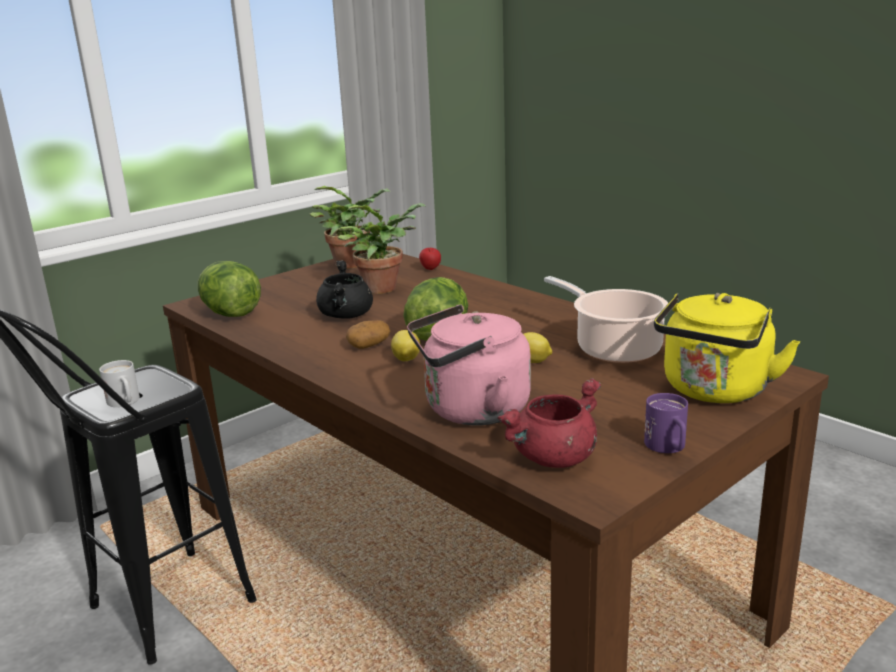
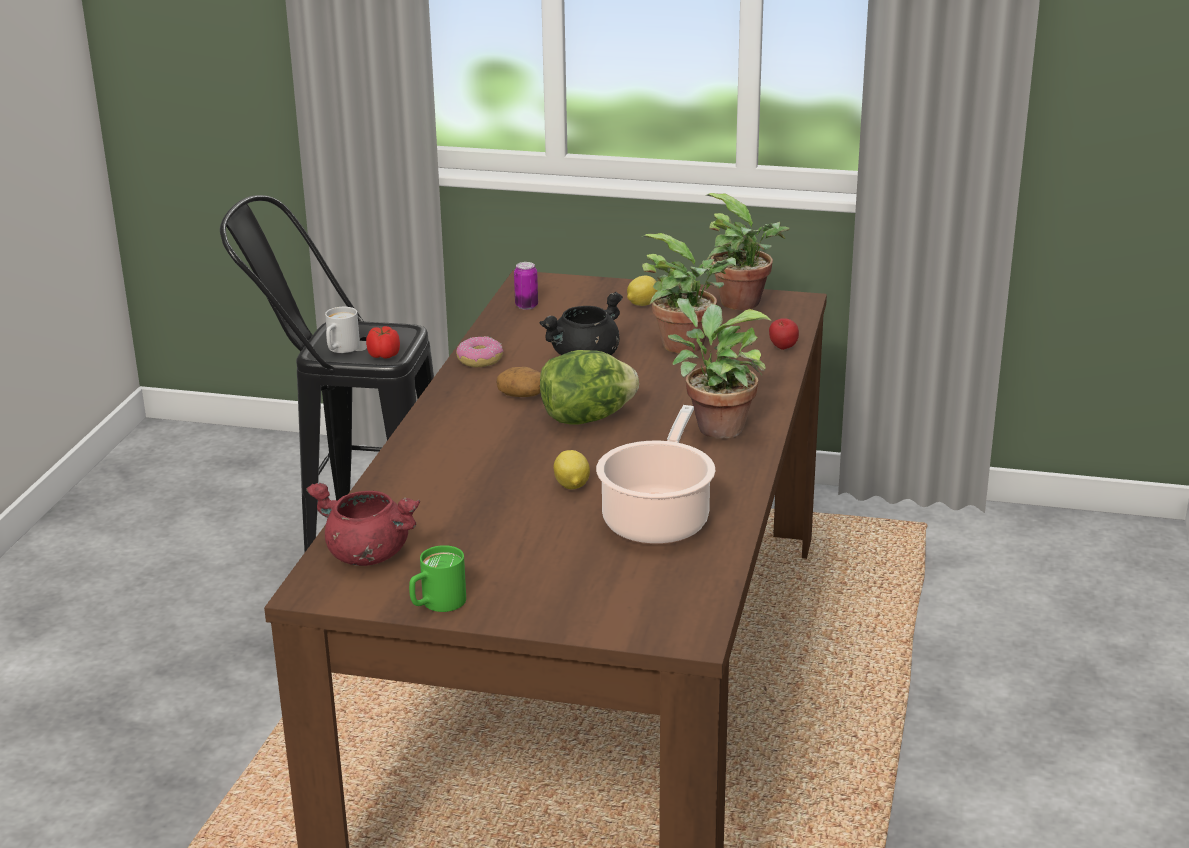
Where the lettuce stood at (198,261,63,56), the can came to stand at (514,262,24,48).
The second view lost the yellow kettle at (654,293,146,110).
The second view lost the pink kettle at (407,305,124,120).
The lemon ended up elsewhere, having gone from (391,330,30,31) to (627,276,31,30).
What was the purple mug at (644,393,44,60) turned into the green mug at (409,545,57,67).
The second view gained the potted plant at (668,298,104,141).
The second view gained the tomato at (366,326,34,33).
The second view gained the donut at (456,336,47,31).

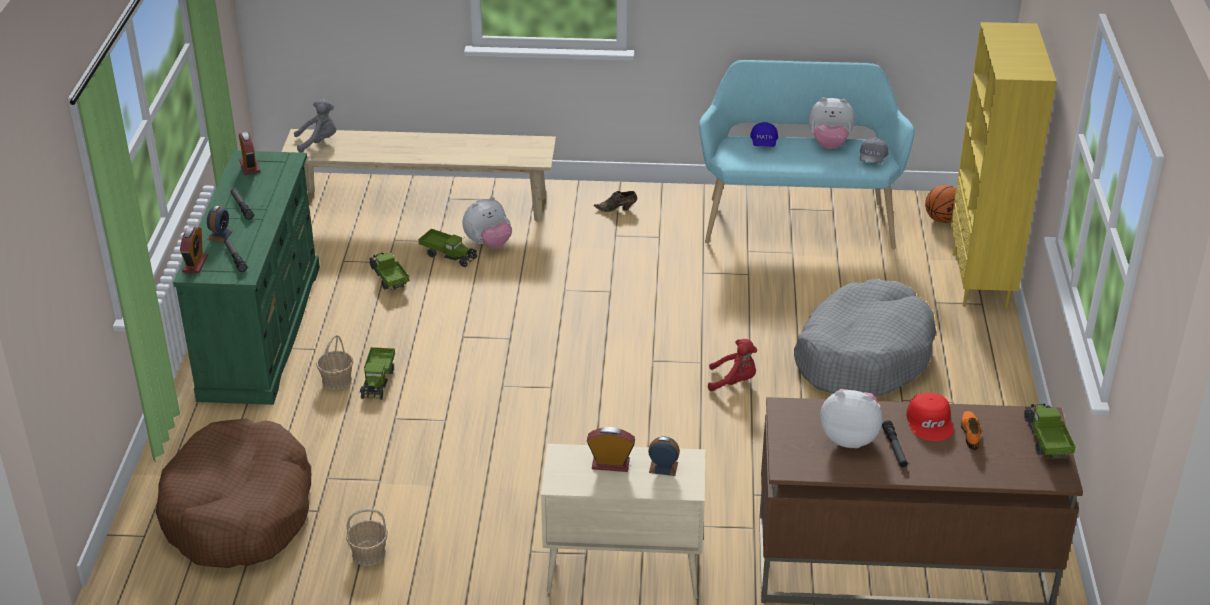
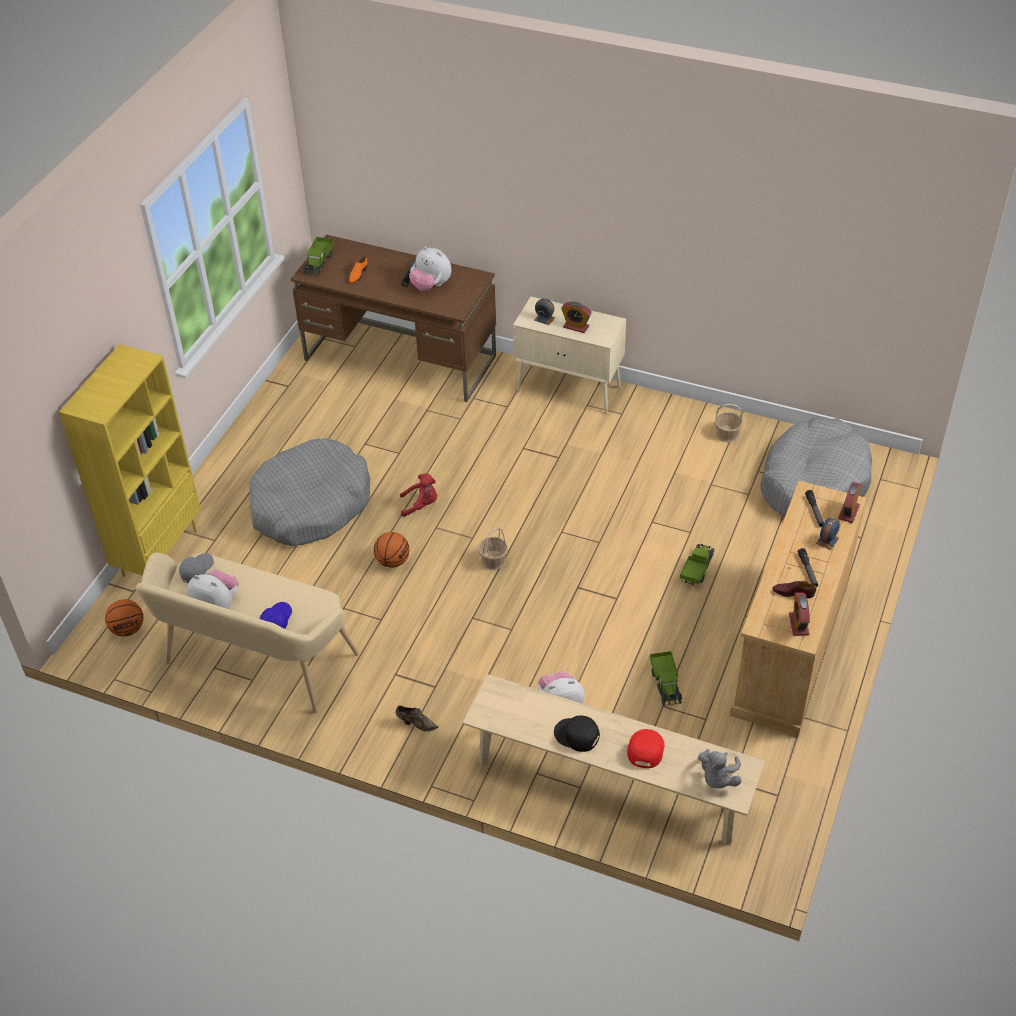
What was the turquoise bench at (699,60,215,189) turned into the beige bench at (135,553,224,160).
The grey plush toy at (294,99,42,54) ended up facing another way, 75 degrees counterclockwise from before.
What was the green dresser at (173,151,147,254) turned into the beige dresser at (730,481,137,255).
The second view lost the toy truck at (419,229,59,38).
The basket ended up elsewhere, having gone from (316,335,37,55) to (478,527,30,43).
The red plush toy at (708,339,49,52) ended up facing another way, 150 degrees clockwise from before.
The red cap ended up elsewhere, having gone from (907,393,47,48) to (627,729,38,39).
What was the brown dog bed at (156,419,155,149) turned into the grey dog bed at (760,417,112,100).
The second view gained the basketball at (374,532,35,36).
The second view gained the brown shoe at (772,581,44,17).
The second view gained the black cap at (554,716,46,36).

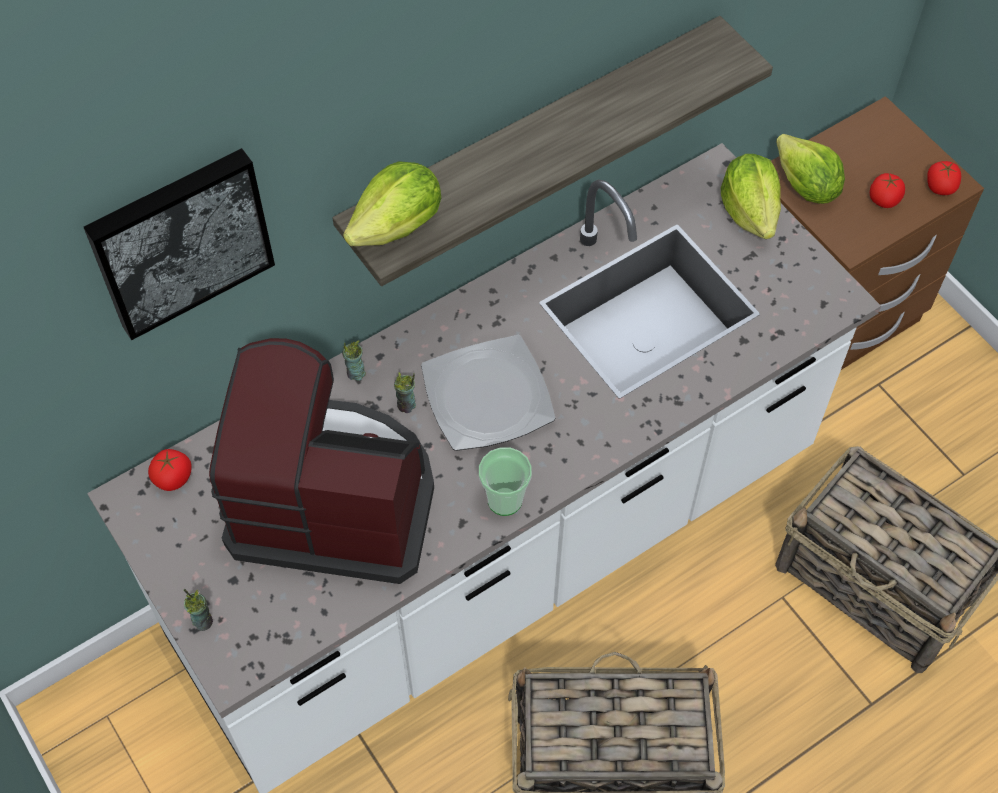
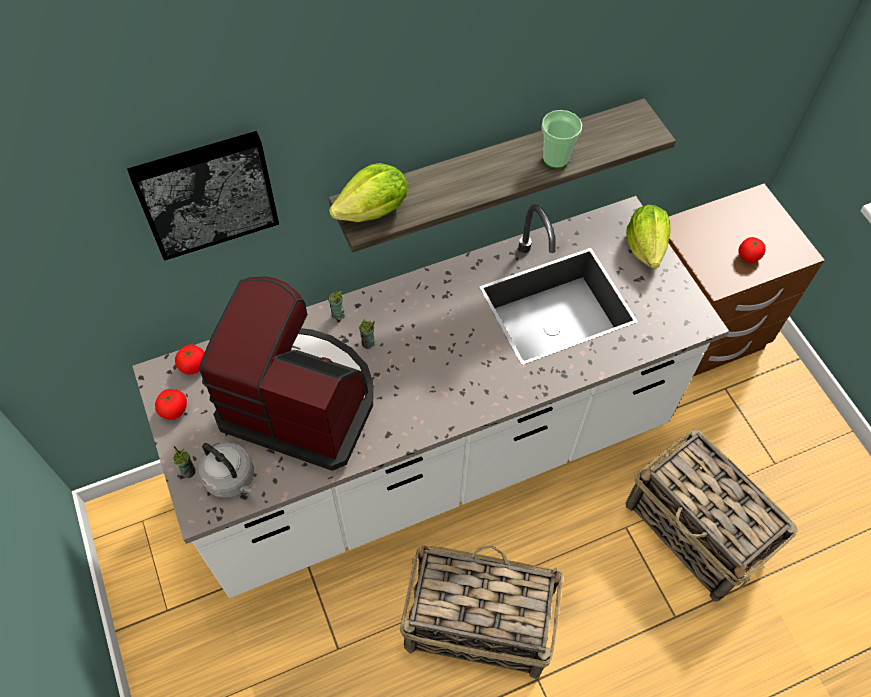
The second view lost the lettuce at (776,134,69,70).
The tomato ended up elsewhere, having gone from (927,161,34,34) to (155,389,32,31).
The second view lost the plate at (421,335,135,116).
The cup ended up elsewhere, having gone from (479,447,53,69) to (542,110,40,59).
The second view gained the grey kettle at (198,442,56,56).

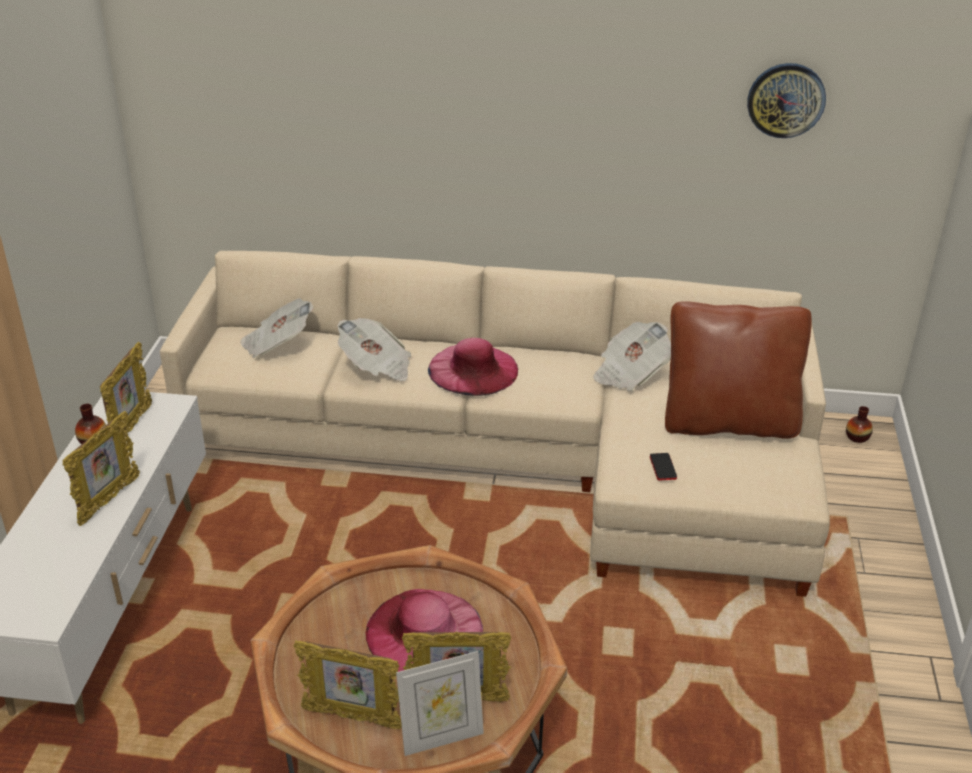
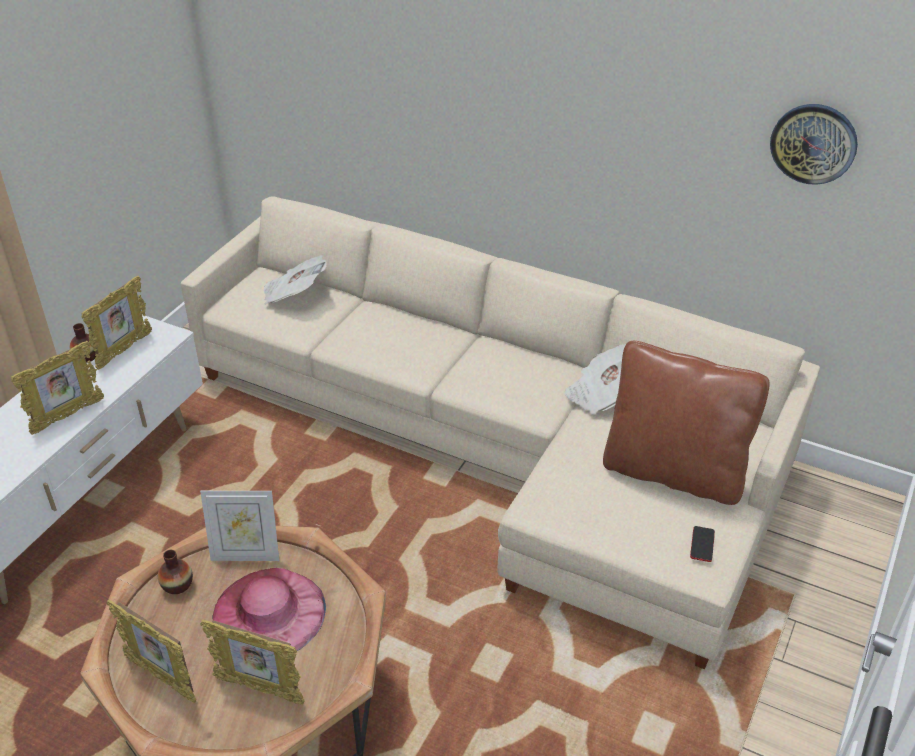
The second view lost the newspaper at (338,318,73,63).
The second view lost the pink hat at (428,338,90,58).
The vase ended up elsewhere, having gone from (846,406,27,37) to (158,550,35,44).
The phone ended up elsewhere, having gone from (650,453,27,28) to (690,526,25,36).
The picture frame ended up elsewhere, having gone from (396,651,88,105) to (200,491,79,70).

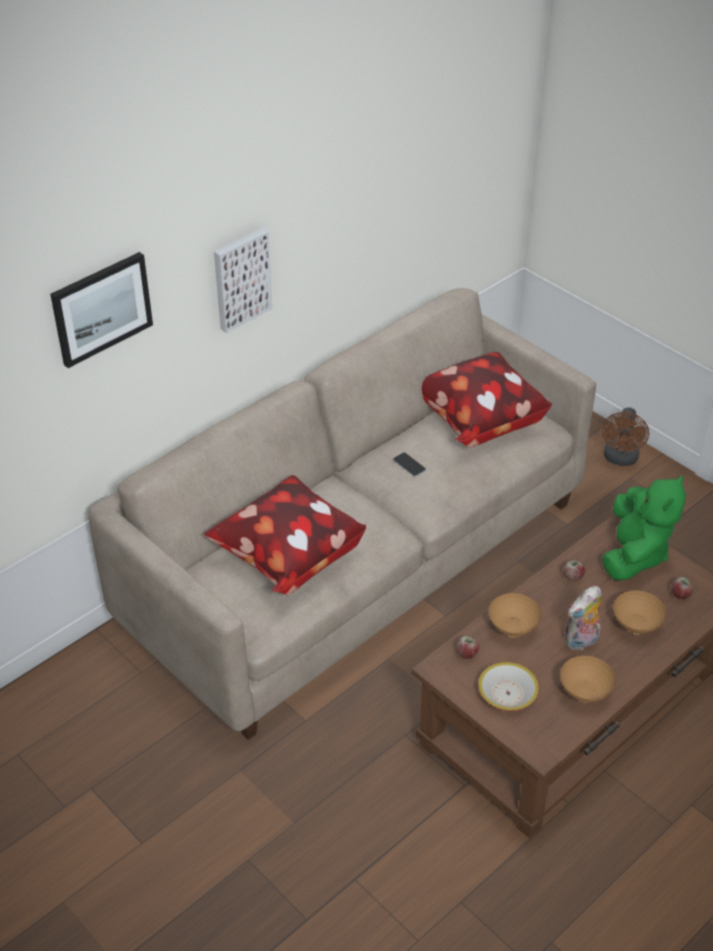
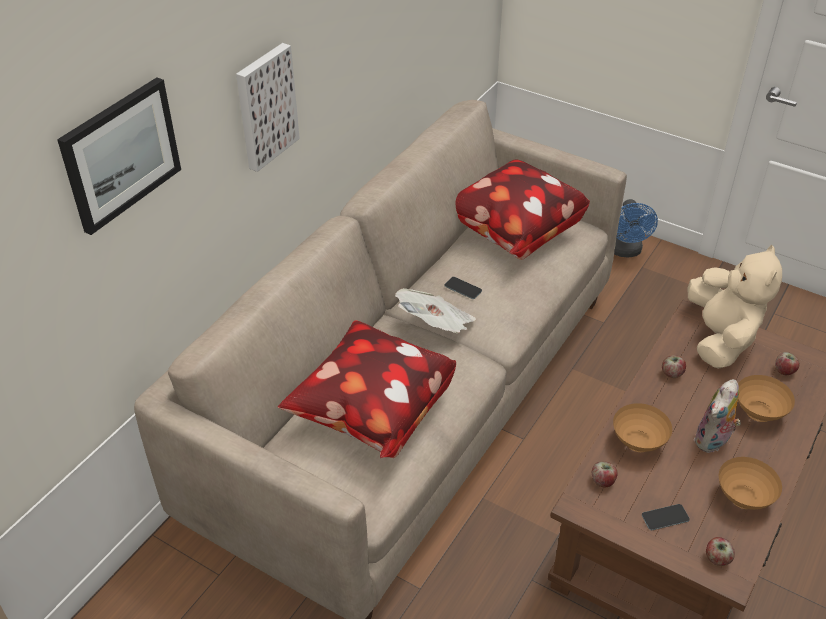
What was the brown fan at (601,407,48,59) turned into the blue fan at (614,199,44,58).
What was the green plush toy at (602,474,84,106) turned into the beige plush toy at (688,245,94,124).
Where the bowl stood at (478,662,61,49), the phone came to stand at (642,504,48,26).
The second view gained the newspaper at (395,288,81,45).
The second view gained the apple at (706,537,29,29).

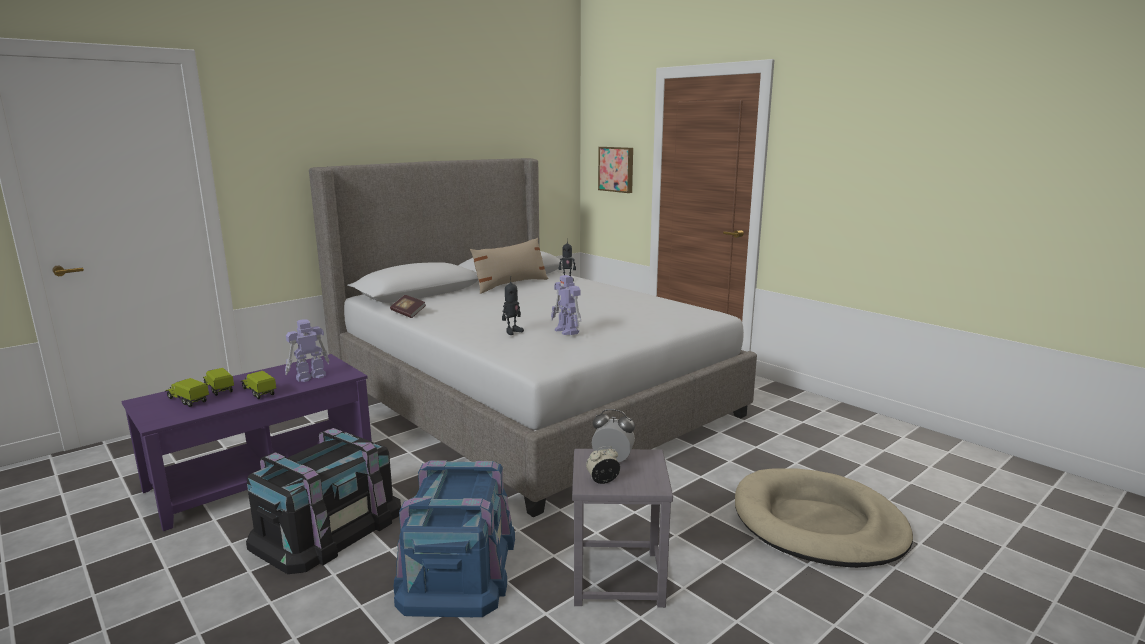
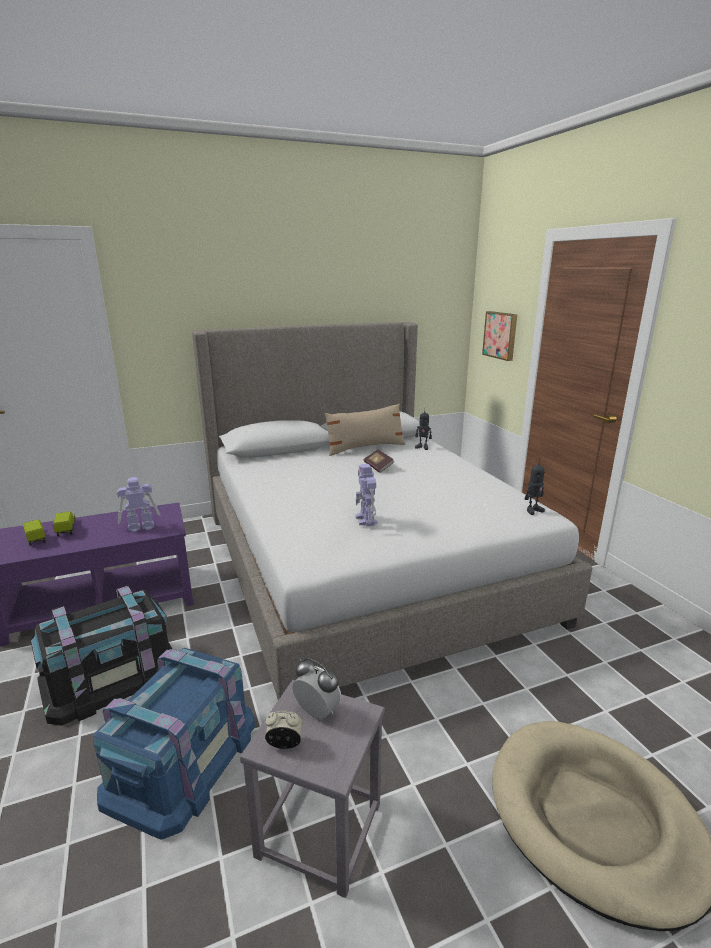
The toy robot ended up elsewhere, having gone from (502,276,22,59) to (525,458,20,57).
The book ended up elsewhere, having gone from (390,295,36,23) to (364,449,30,24).
The second view lost the toy truck at (241,371,35,28).

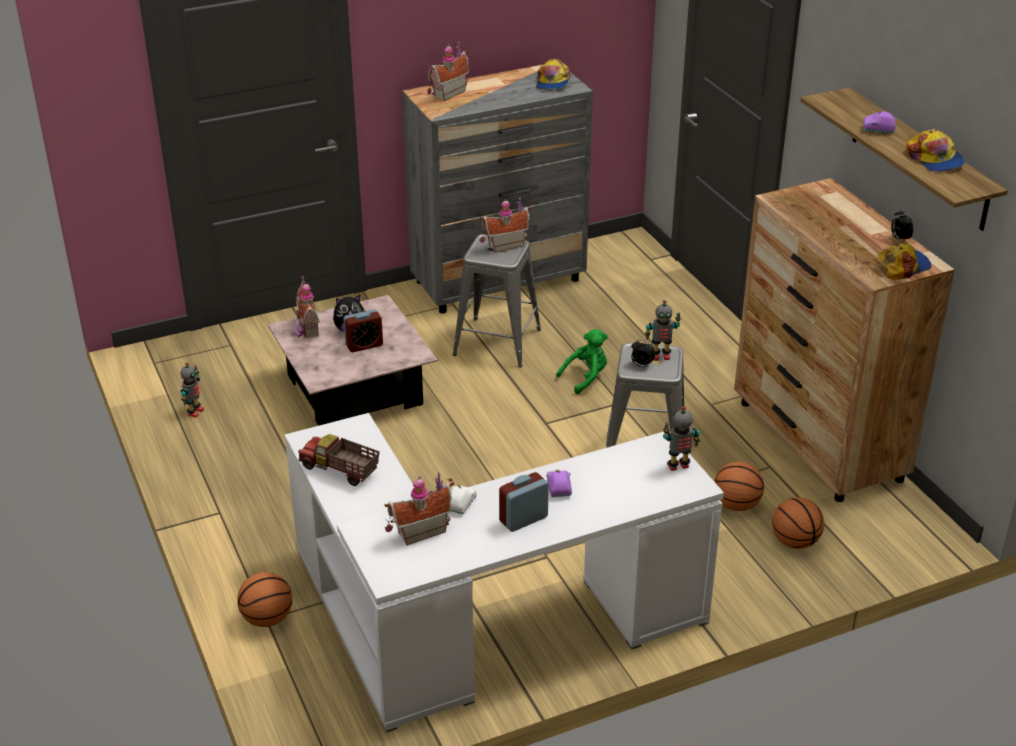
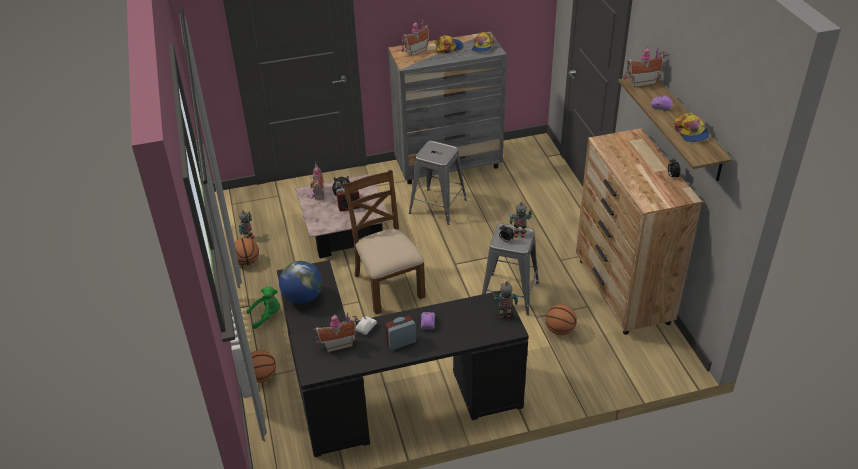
The toy house ended up elsewhere, having gone from (480,197,51,55) to (623,46,42,41).
The cap ended up elsewhere, having gone from (877,242,54,38) to (434,35,29,19).
The green plush toy ended up elsewhere, having gone from (556,329,52,65) to (246,286,34,43).
What was the white desk at (284,413,440,319) turned into the black desk at (277,260,252,197).
Where the toy truck stood at (298,434,82,52), the globe came to stand at (279,261,43,43).
The basketball ended up elsewhere, having gone from (772,497,52,52) to (234,238,25,28).
The second view gained the brown chair at (343,170,82,144).

